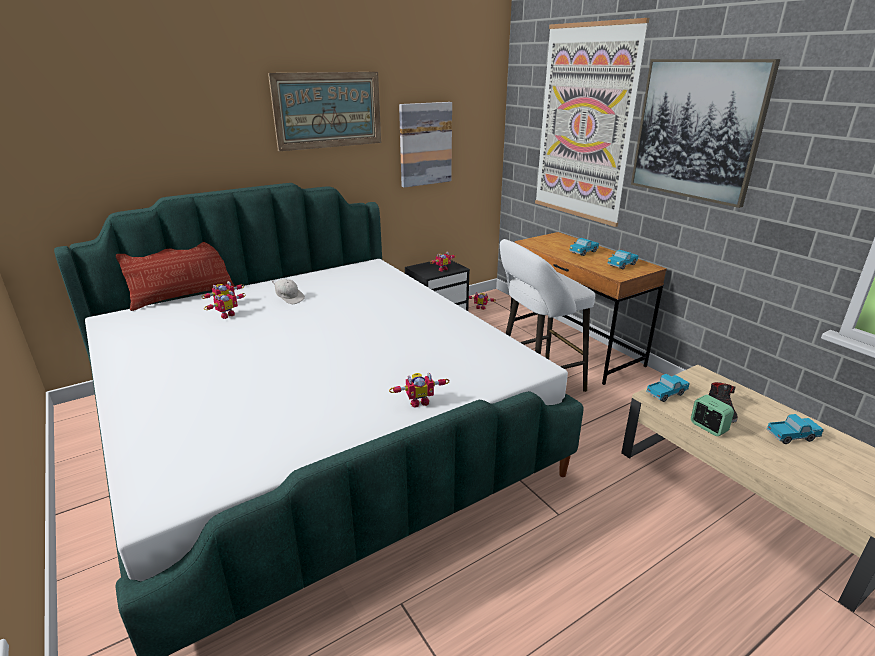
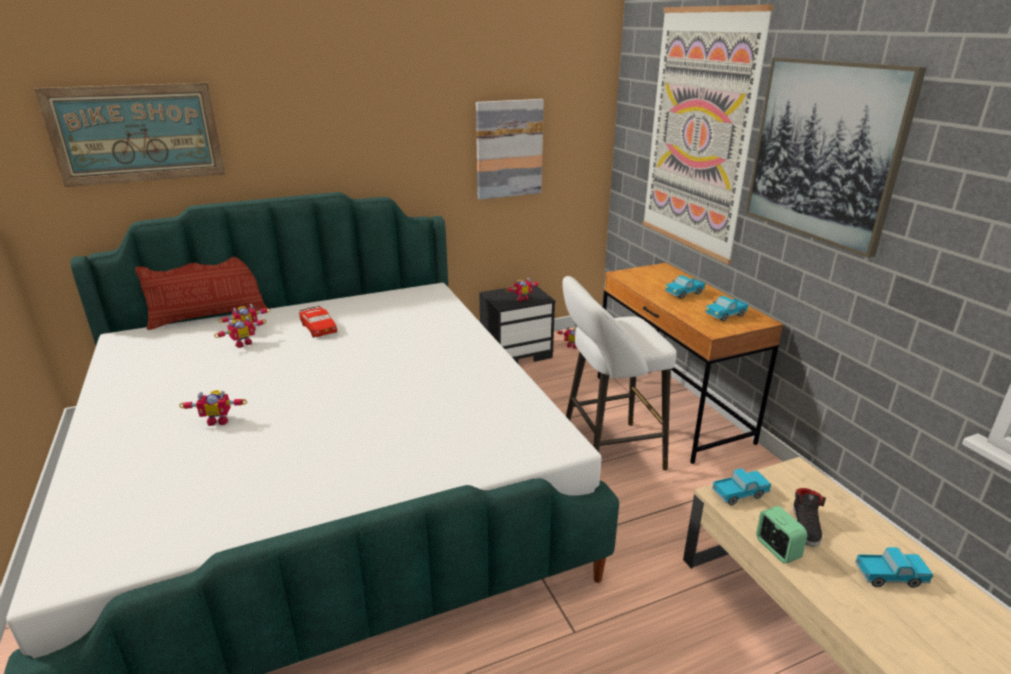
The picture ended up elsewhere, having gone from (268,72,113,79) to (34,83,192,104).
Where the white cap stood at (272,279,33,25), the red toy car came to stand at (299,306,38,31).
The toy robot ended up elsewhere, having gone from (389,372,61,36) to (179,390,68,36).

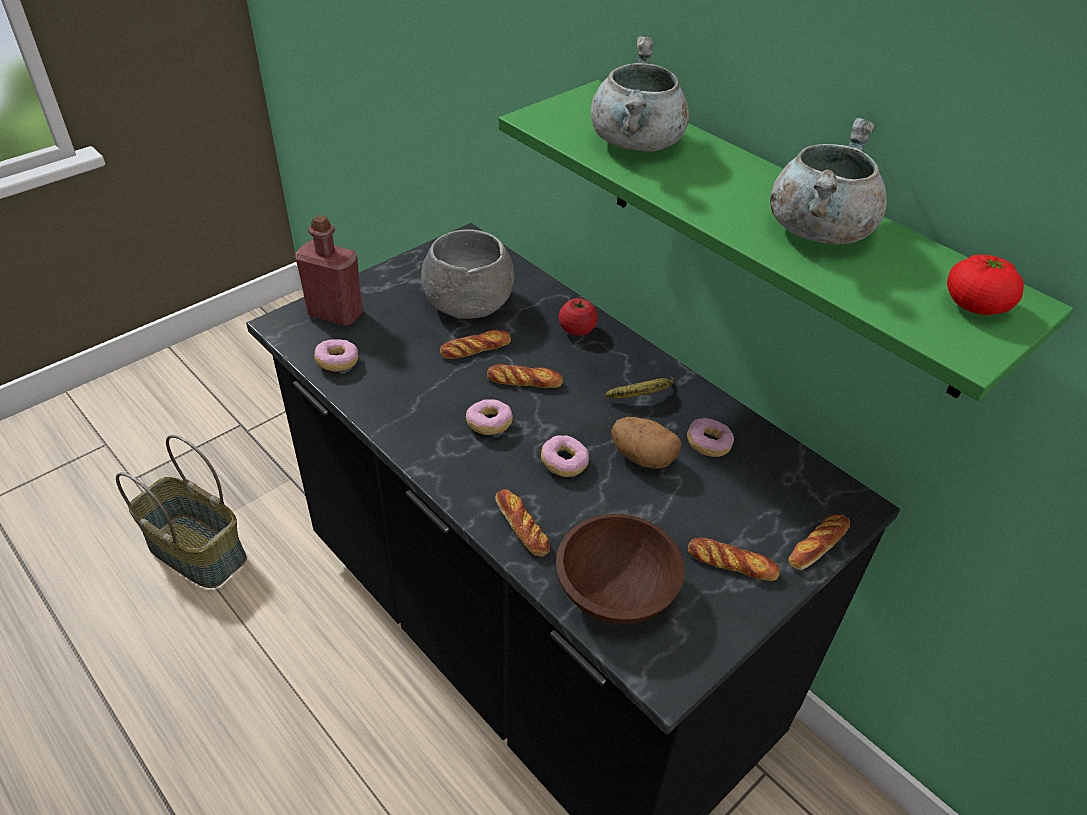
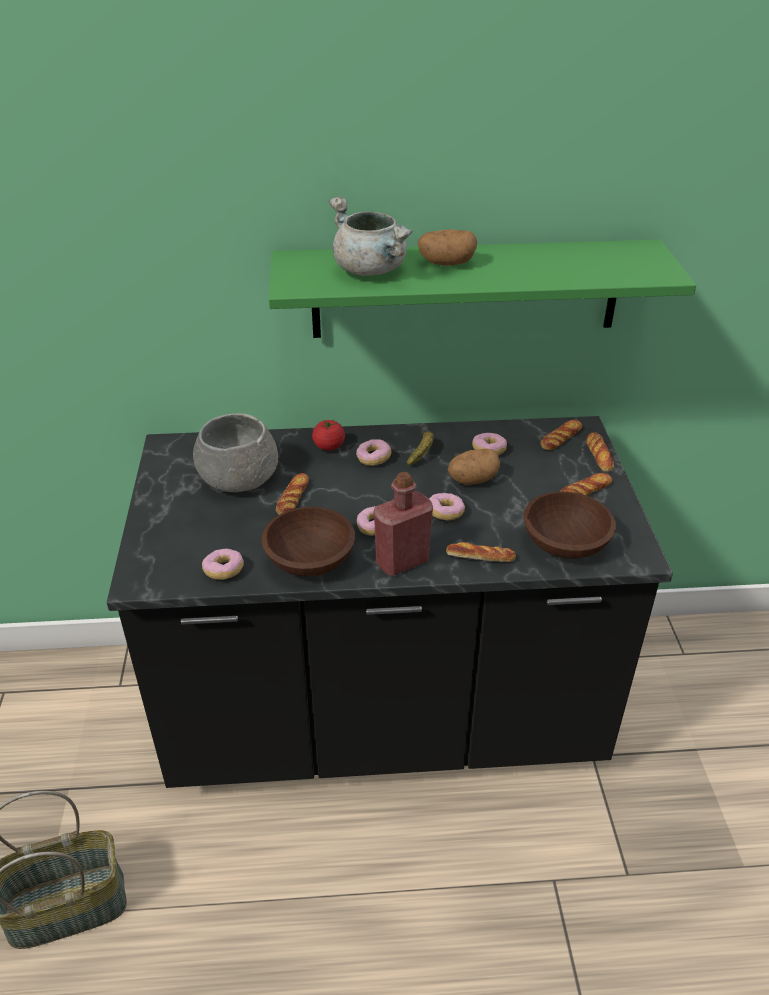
The second view lost the grey cooking pot at (770,118,117,127).
The red bottle ended up elsewhere, having gone from (295,215,68,111) to (374,472,59,104).
The second view lost the tomato at (947,255,77,60).
The bread ended up elsewhere, having gone from (487,364,76,24) to (541,420,41,30).
The second view gained the potato at (418,229,59,37).
The second view gained the donut at (356,439,35,27).
The second view gained the brown bowl at (262,507,93,69).

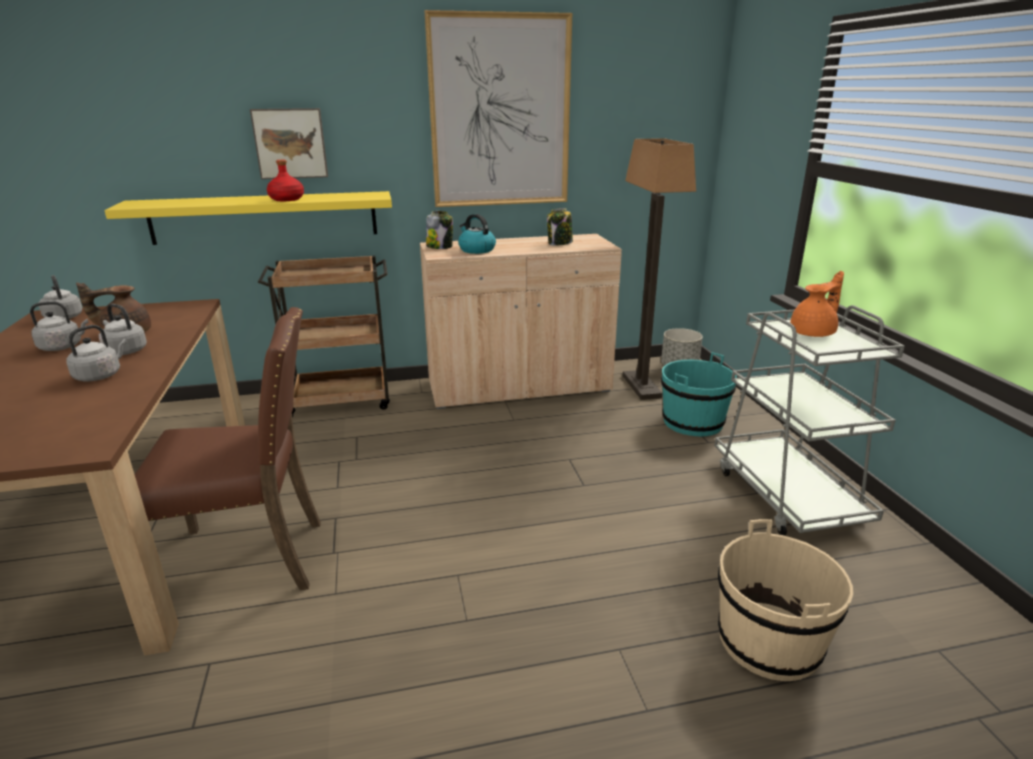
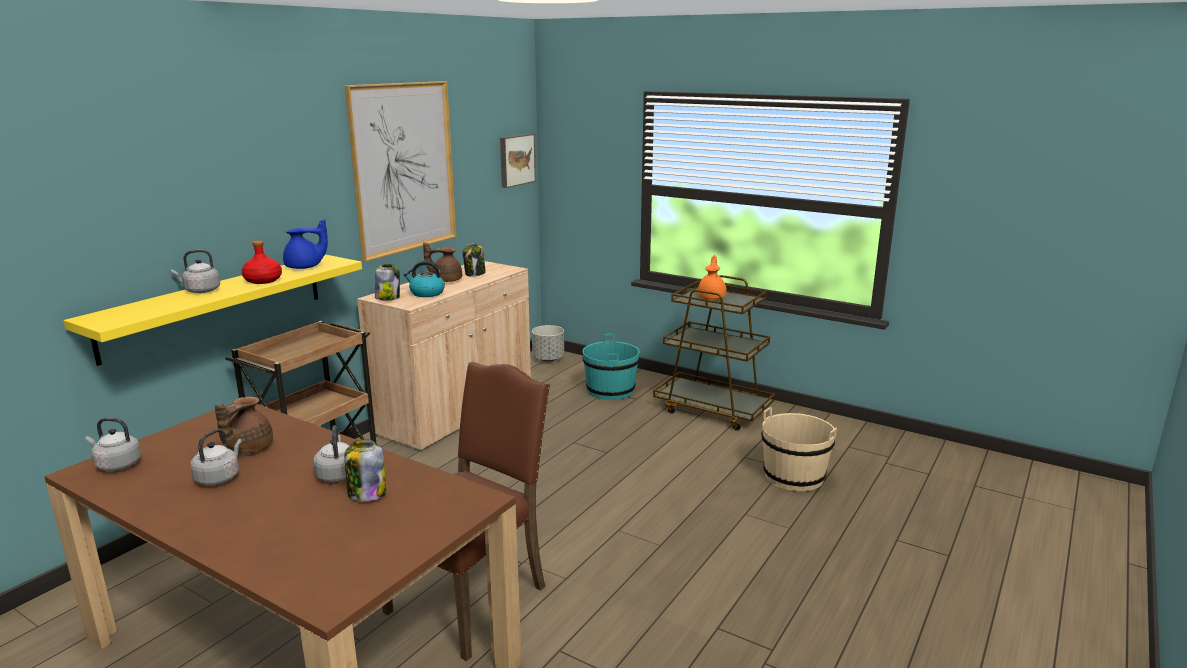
The picture ended up elsewhere, having gone from (250,108,78,71) to (500,134,36,54).
The second view lost the floor lamp at (623,138,73,262).
The grey kettle ended up elsewhere, having gone from (99,304,48,51) to (171,250,49,43).
What was the grey cart at (714,305,191,231) turned into the brown cart at (653,275,122,156).
The second view gained the blue teapot at (283,219,45,50).
The second view gained the brown teapot at (423,242,39,40).
The second view gained the jar at (345,439,41,62).

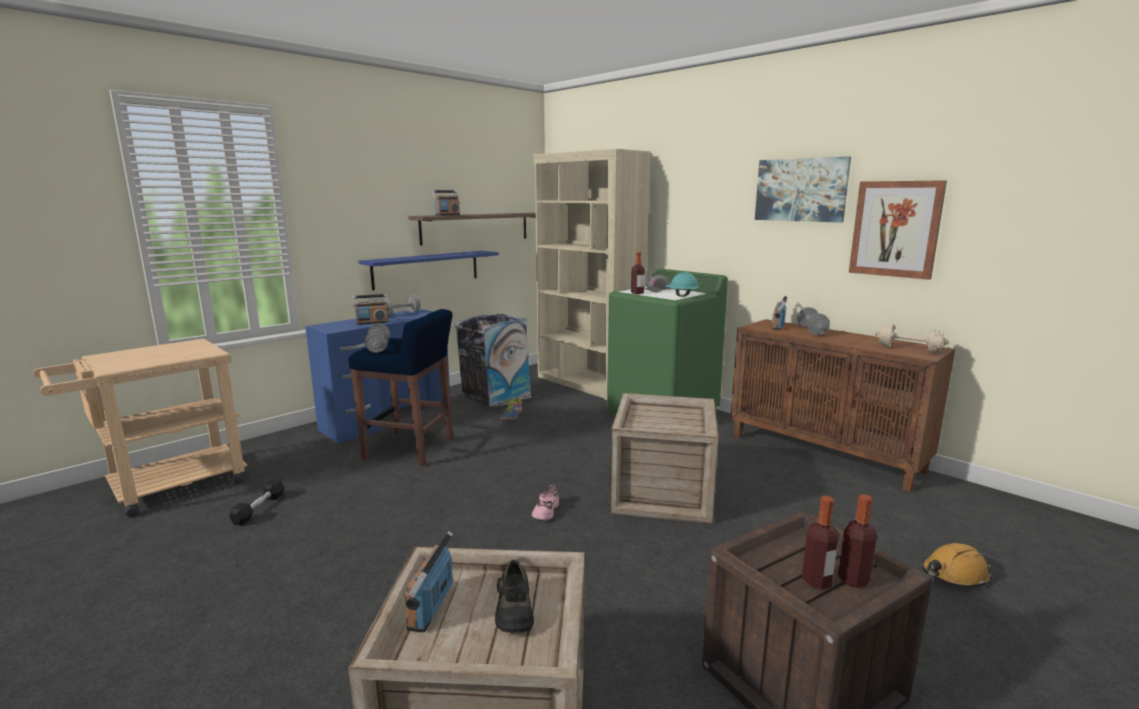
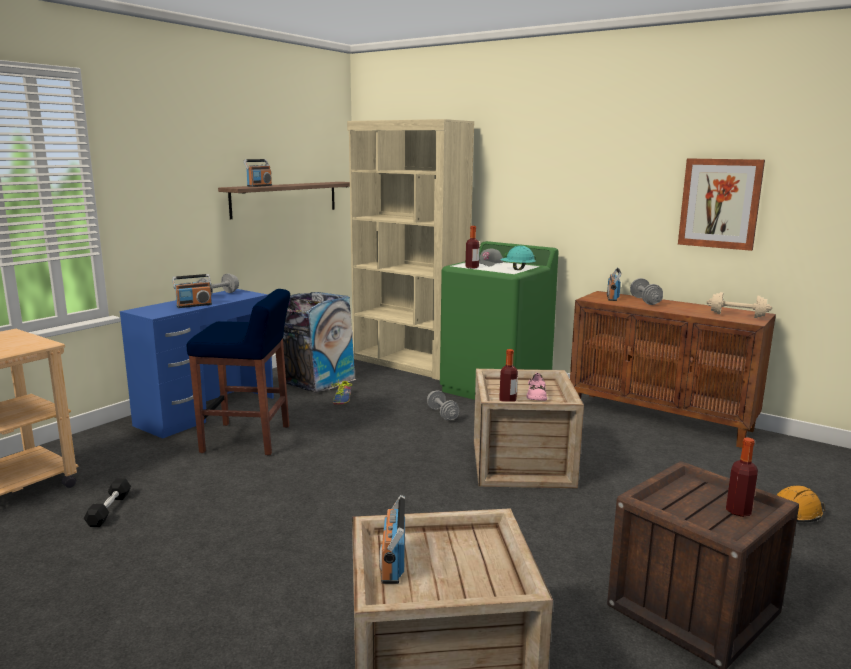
The second view lost the picture at (755,156,96,67).
The second view lost the blue shelf at (359,251,140,39).
The grey dumbbell ended up elsewhere, having gone from (365,323,25,30) to (427,390,33,30).
The pink shoe ended up elsewhere, having gone from (532,485,27,35) to (526,373,21,28).
The bottle ended up elsewhere, having gone from (802,496,37,94) to (499,349,19,53).
The second view lost the black shoe at (495,560,39,73).

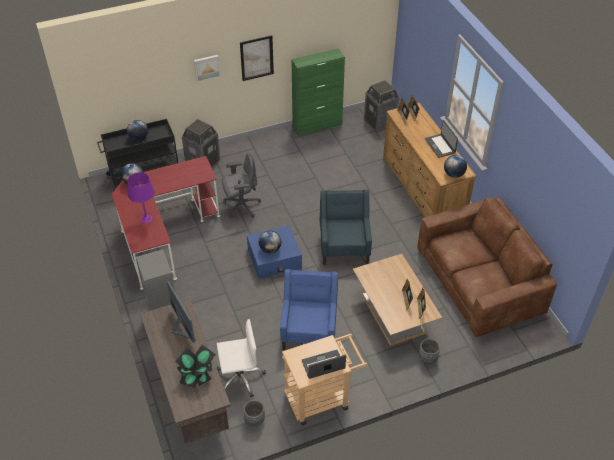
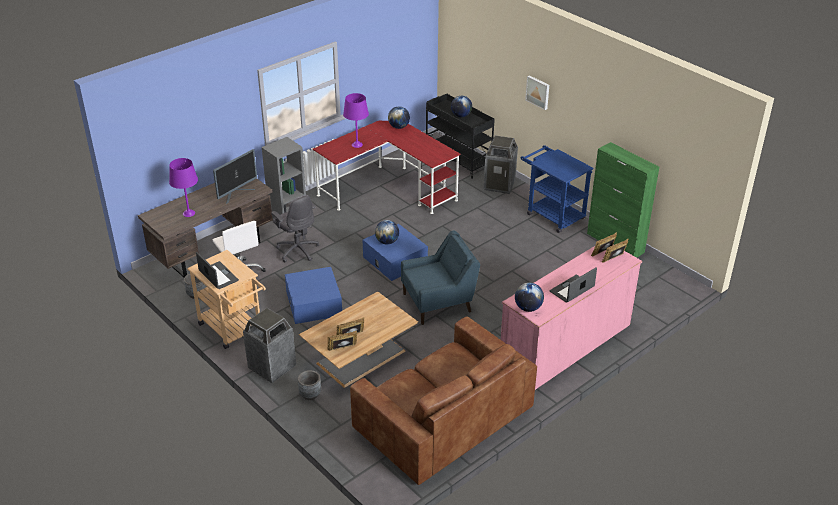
The second view lost the picture at (240,35,34,46).
The trash can ended up elsewhere, having gone from (364,80,35,53) to (243,308,53,75).
What was the brown dresser at (383,103,94,114) turned into the pink dresser at (501,244,141,146).
The grey office chair ended up elsewhere, having gone from (222,153,39,65) to (271,195,48,67).
Where the blue armchair stood at (280,269,58,81), the blue storage box came to stand at (285,267,57,57).
Where the potted plant stood at (175,345,41,43), the purple table lamp came to stand at (169,158,29,59).
The second view gained the blue cart at (521,145,73,88).

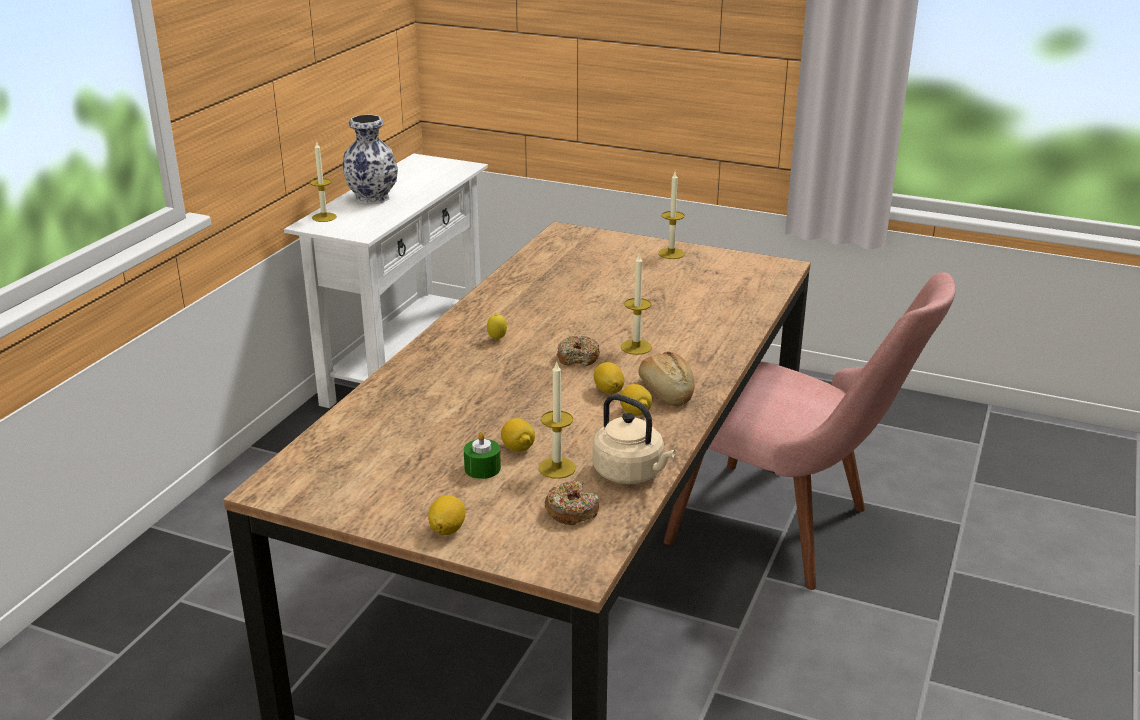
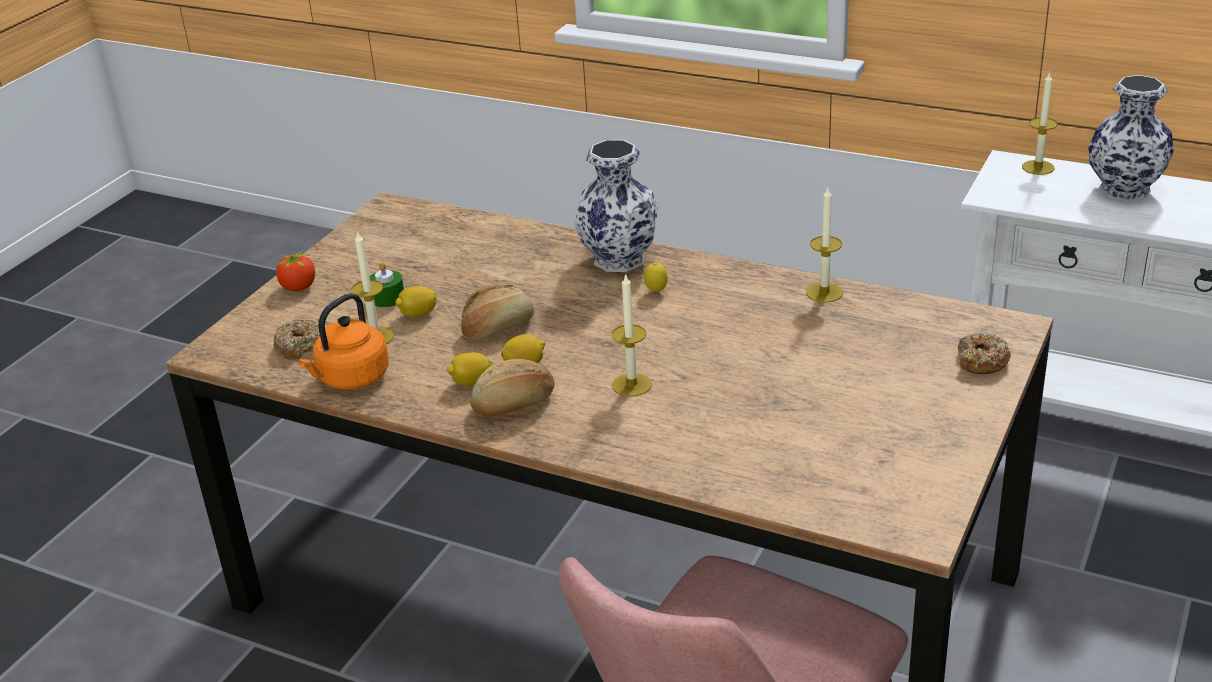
The candle ended up elsewhere, having gone from (658,172,27,87) to (806,188,37,115).
The donut ended up elsewhere, having gone from (557,335,43,31) to (958,333,53,41).
What was the beige kettle at (592,394,83,90) turned into the orange kettle at (298,293,91,97).
Where the lemon stood at (428,495,37,40), the tomato came to stand at (272,250,43,41).
The second view gained the vase at (575,140,83,132).
The second view gained the bread at (461,283,73,57).

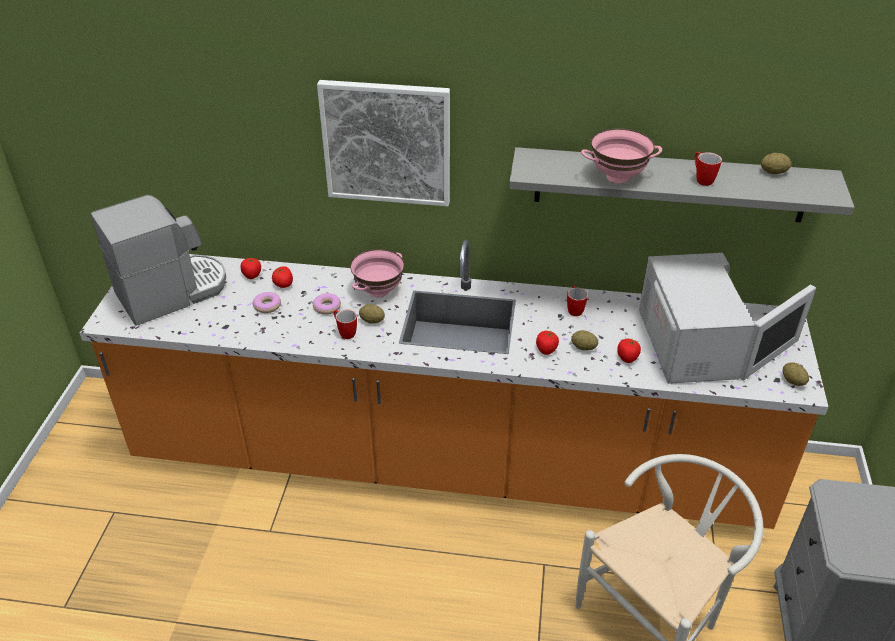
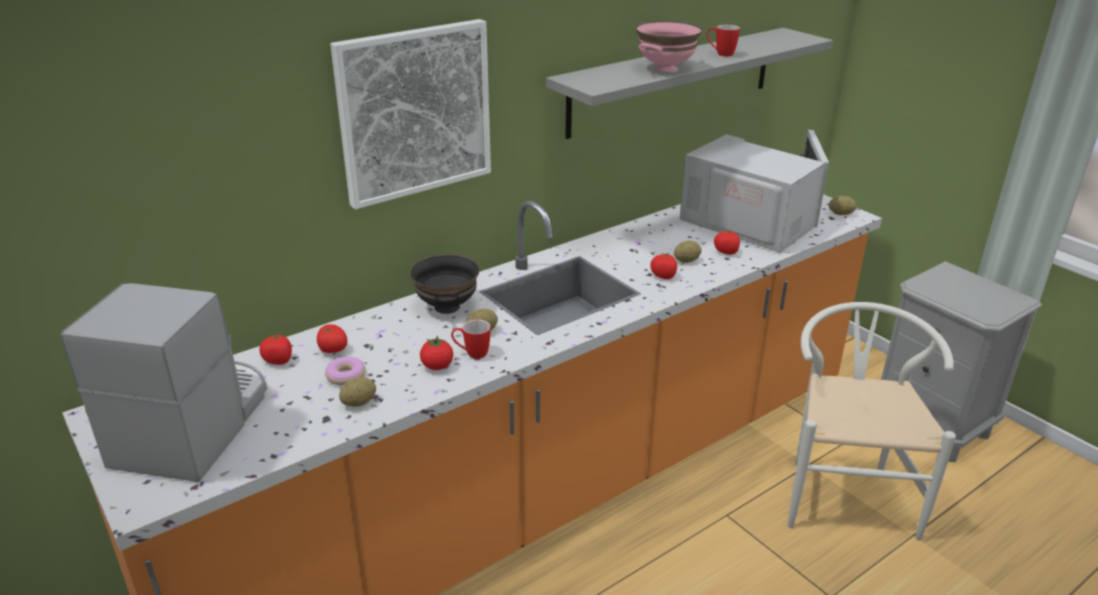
The potato ended up elsewhere, having gone from (761,153,30,21) to (339,377,37,30).
What was the pink bowl at (350,249,54,49) turned into the black bowl at (410,254,70,60).
The second view lost the mug at (567,285,21,31).
The second view lost the donut at (313,293,28,22).
The second view gained the tomato at (420,336,33,34).

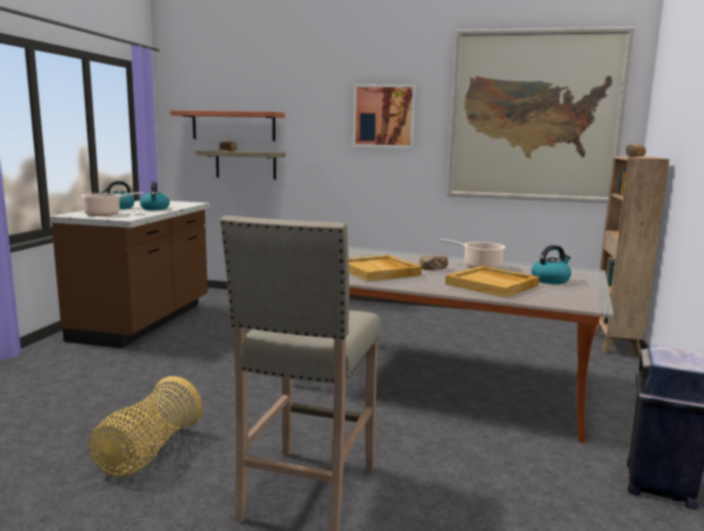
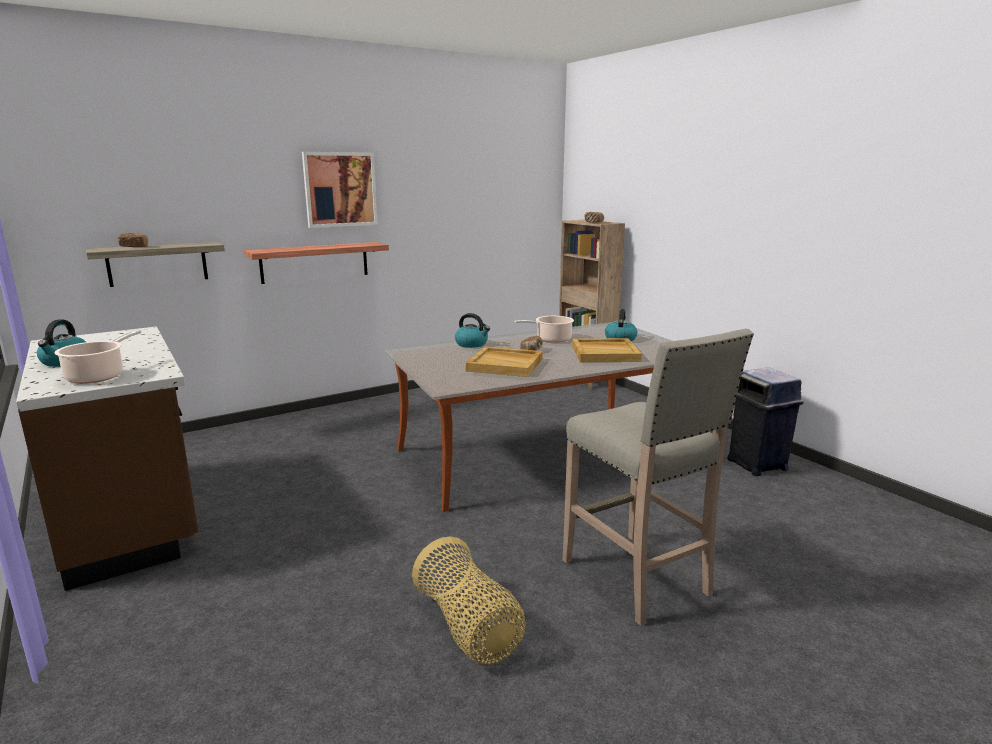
The second view lost the picture at (447,27,188,176).
The shelf ended up elsewhere, having gone from (170,110,115,31) to (244,242,145,42).
The kettle ended up elsewhere, having gone from (140,182,30,28) to (455,313,35,35).

